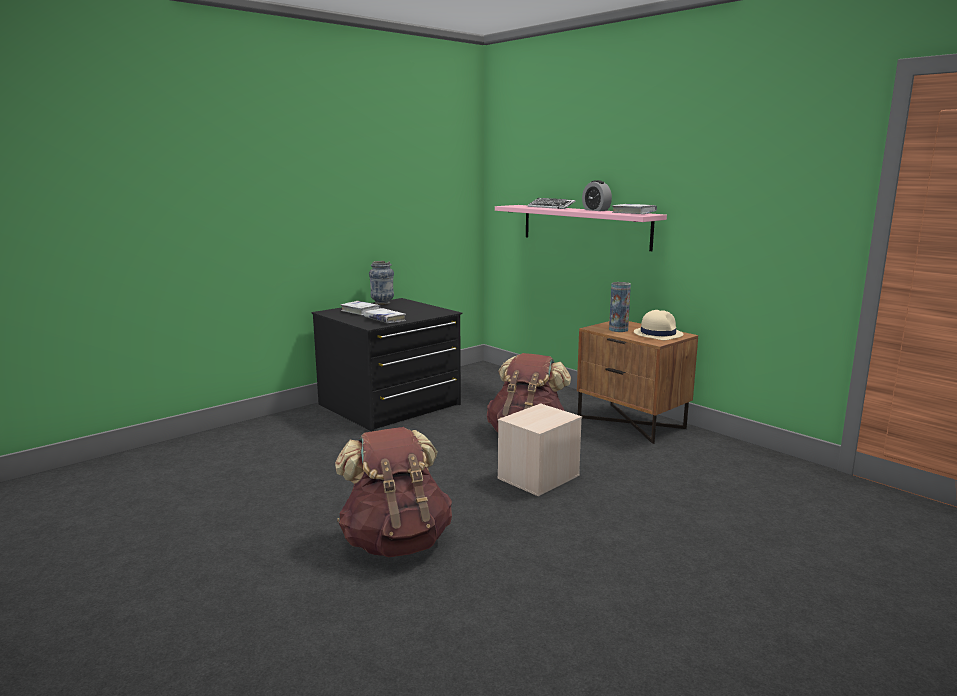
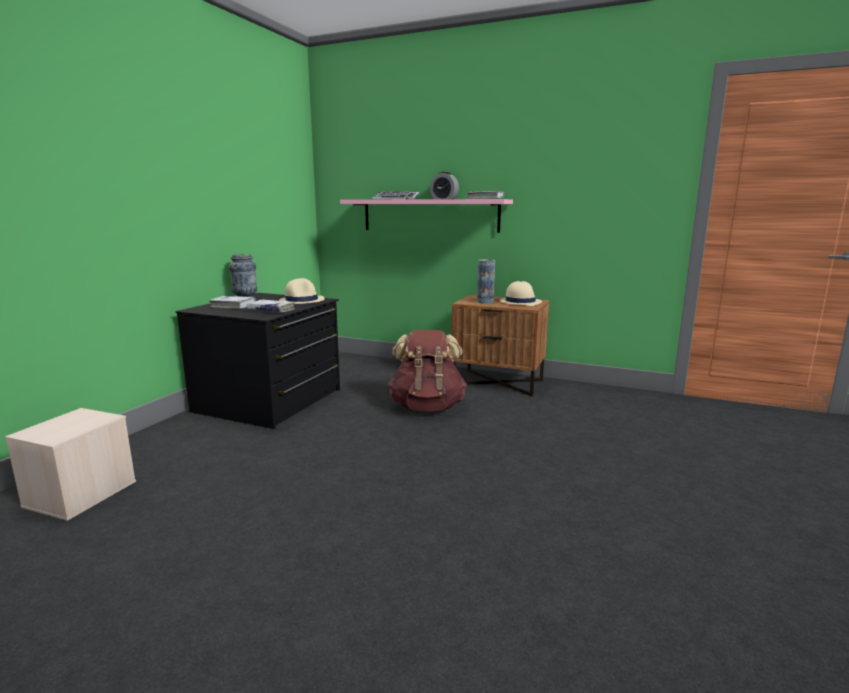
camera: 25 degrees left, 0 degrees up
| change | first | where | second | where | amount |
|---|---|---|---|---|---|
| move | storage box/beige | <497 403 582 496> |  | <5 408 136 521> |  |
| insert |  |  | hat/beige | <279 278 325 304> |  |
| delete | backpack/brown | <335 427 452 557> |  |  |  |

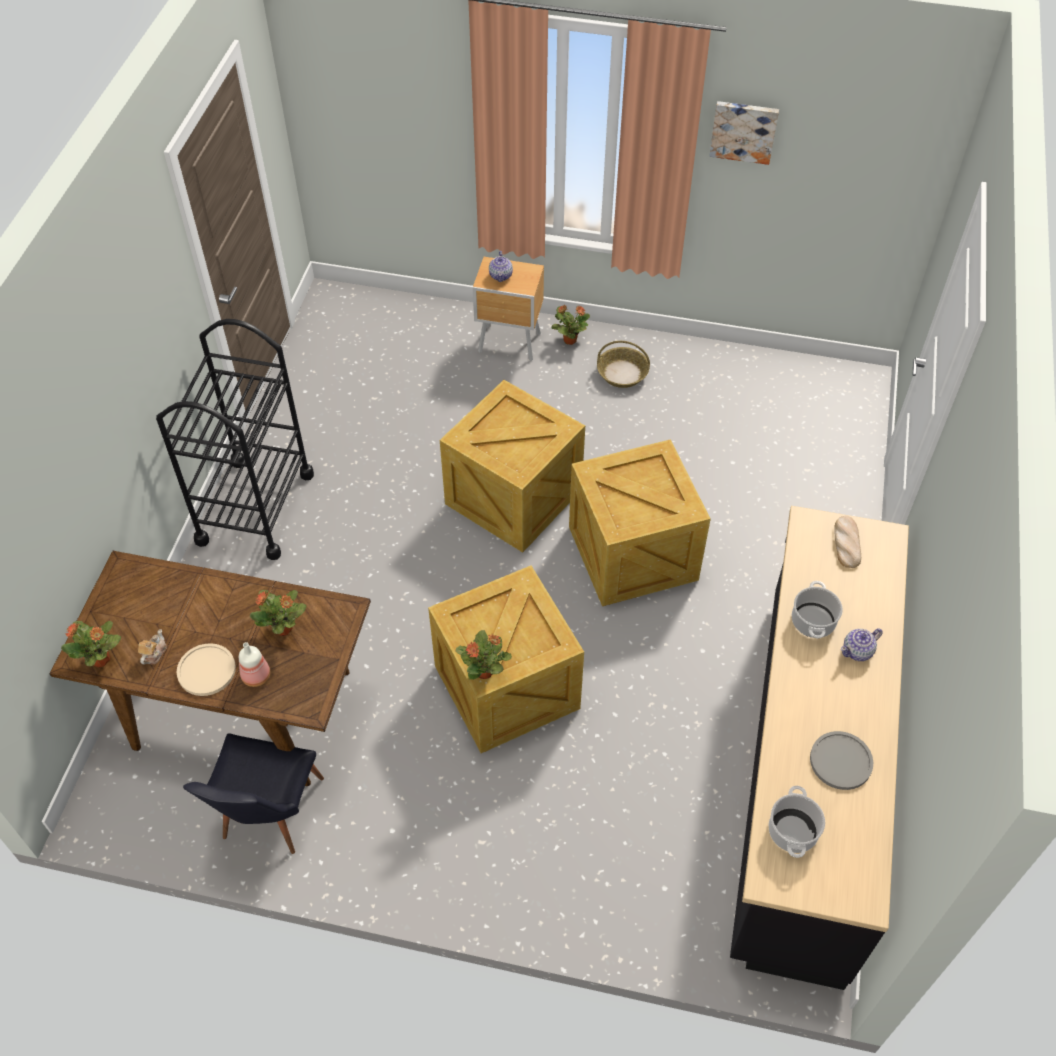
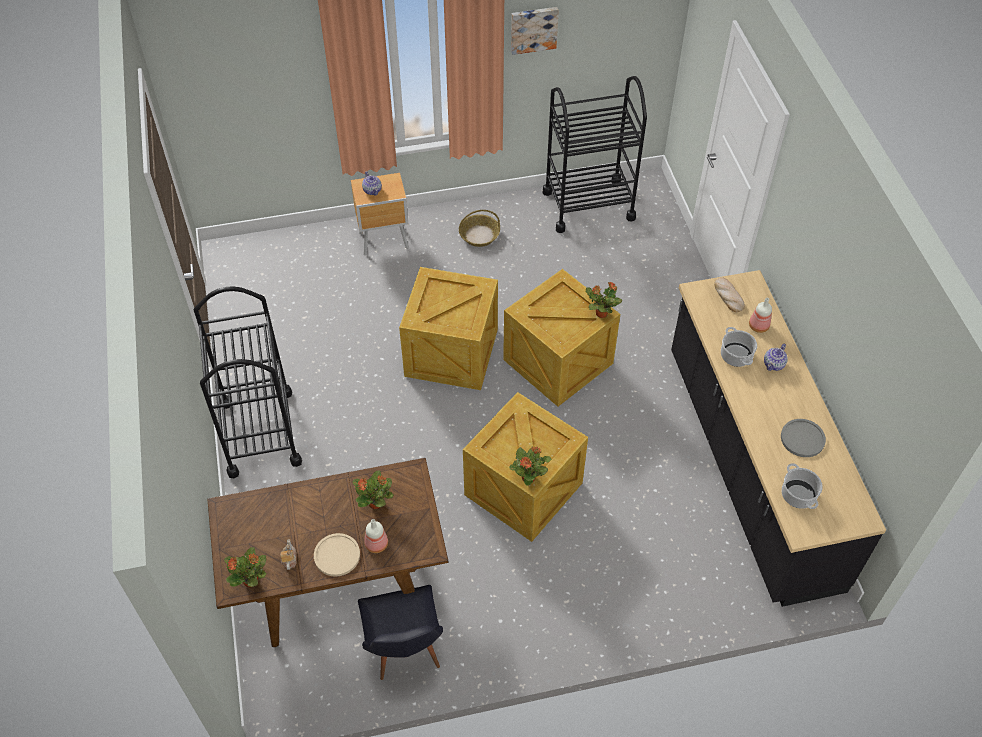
camera: 25 degrees left, 0 degrees up
| change | first | where | second | where | amount |
|---|---|---|---|---|---|
| insert |  |  | cart/black | <543 76 647 233> |  |
| move | potted plant | <551 305 590 345> |  | <586 282 623 318> |  |
| insert |  |  | bottle | <749 298 772 333> |  |

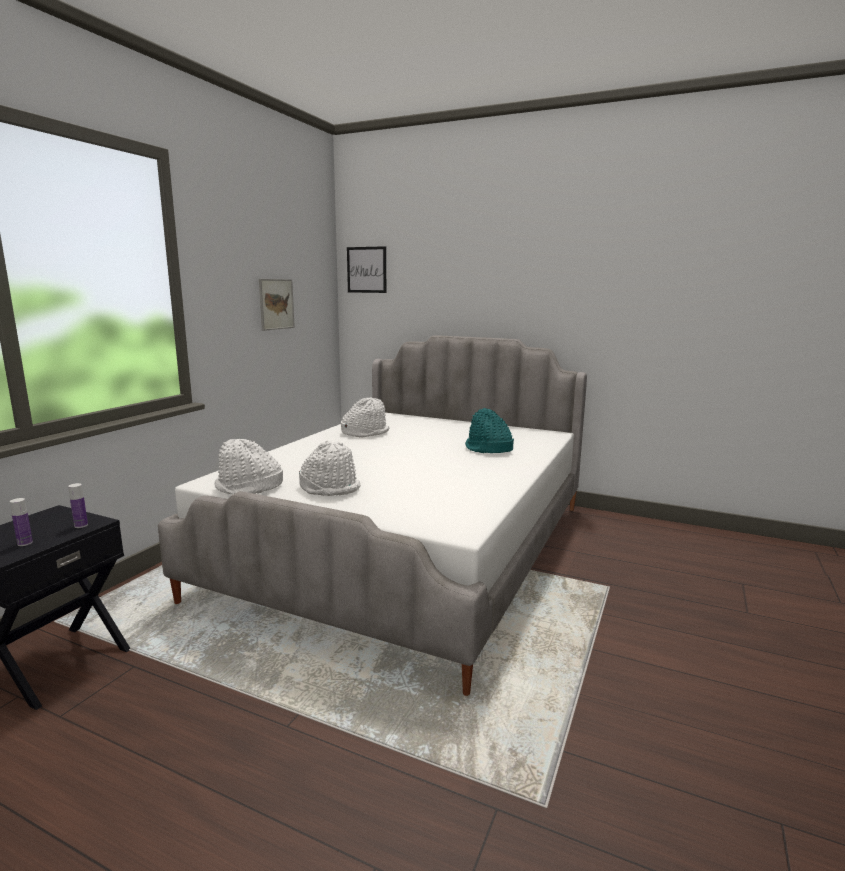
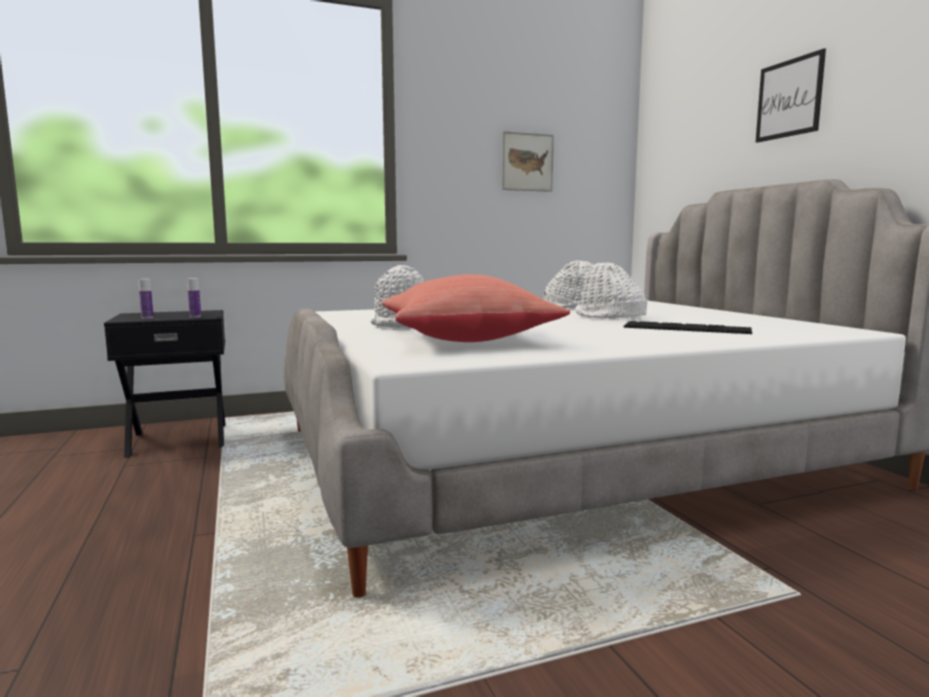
camera: 45 degrees right, 5 degrees down
| change | first | where | second | where | amount |
|---|---|---|---|---|---|
| insert |  |  | pillow/red | <382 274 570 342> |  |
| move | hat/white | <214 439 283 494> |  | <575 263 647 319> |  |
| replace | hat/turquoise | <465 408 514 453> | keyboard | <623 321 752 334> |  |
| move | picture | <347 246 386 293> |  | <756 48 826 143> |  |

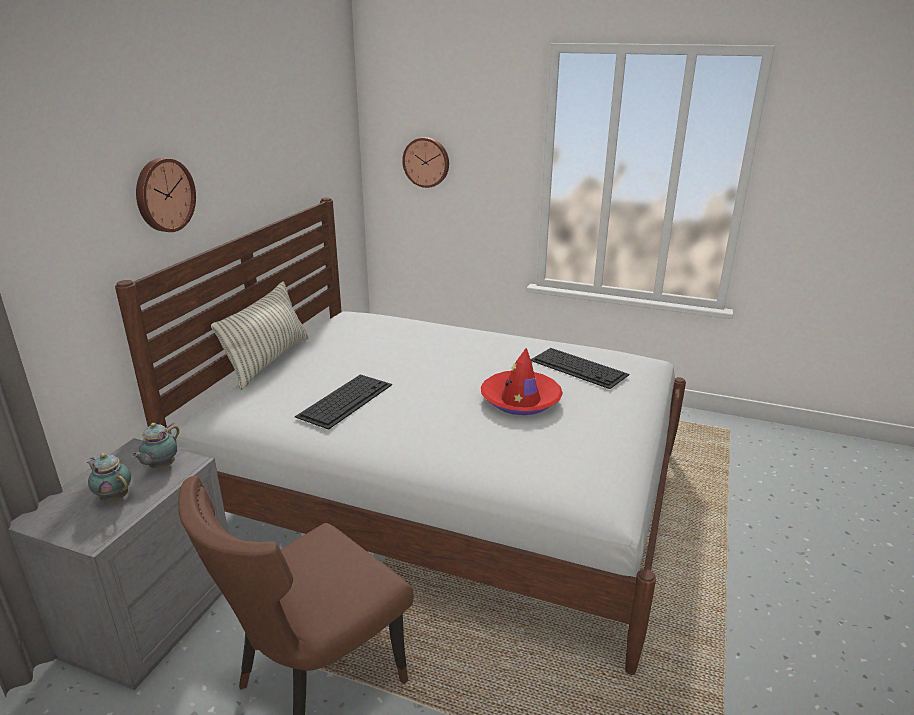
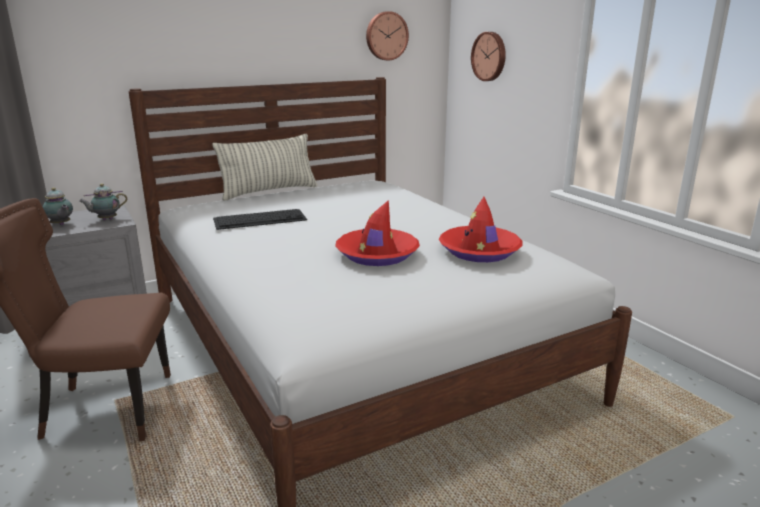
camera: 40 degrees right, 5 degrees down
| change | first | where | second | where | amount |
|---|---|---|---|---|---|
| rotate | teapot | <87 453 131 502> |  | <42 188 73 225> | 150 degrees clockwise |
| move | wall clock | <136 158 196 232> |  | <366 11 409 61> |  |
| replace | keyboard | <531 348 629 389> | hat/red | <439 197 523 262> |  |

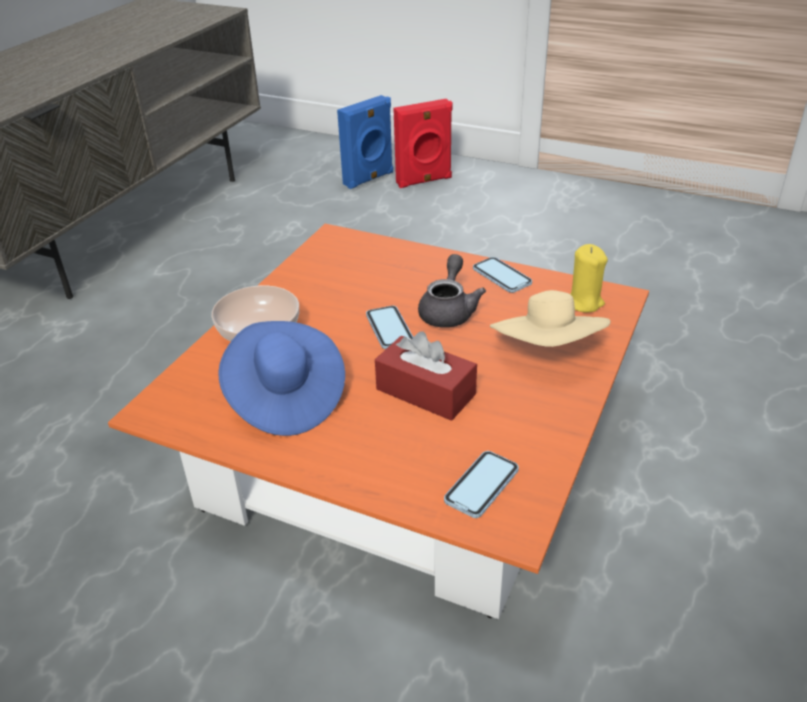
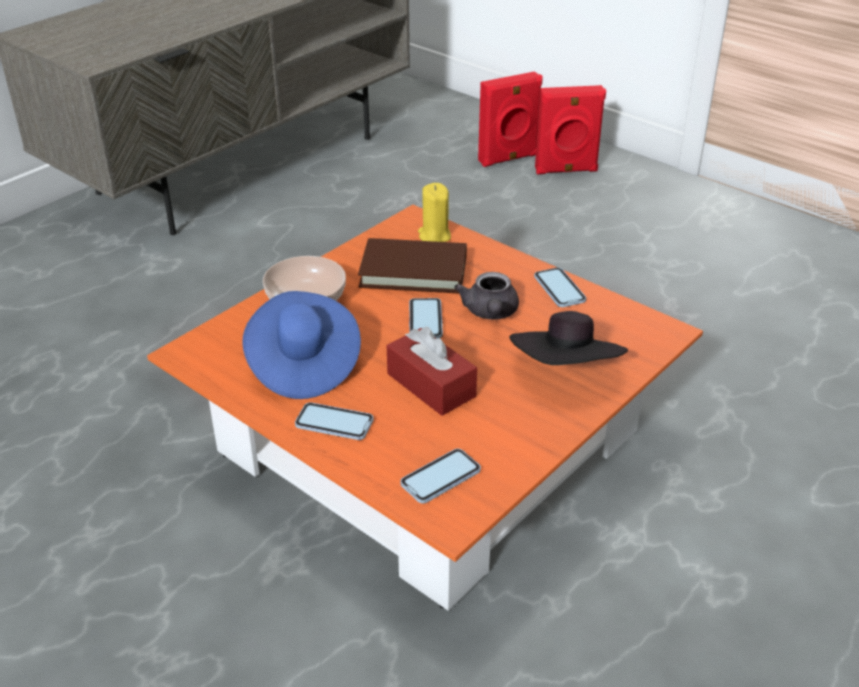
camera: 15 degrees right, 0 degrees up
| change | first | where | second | where | amount |
|---|---|---|---|---|---|
| insert |  |  | phone | <295 402 373 440> |  |
| insert |  |  | book/brown | <358 238 467 293> |  |
| move | candle/yellow | <570 244 608 312> |  | <418 183 451 242> |  |
| rotate | teapot/grey | <418 254 486 328> |  | <454 272 519 319> | 150 degrees clockwise |
| recolor | speaker/blue | <337 95 393 189> | speaker/red | <478 71 543 167> |  |
| recolor | hat/beige | <490 290 611 347> | hat/black | <509 311 628 365> |  |

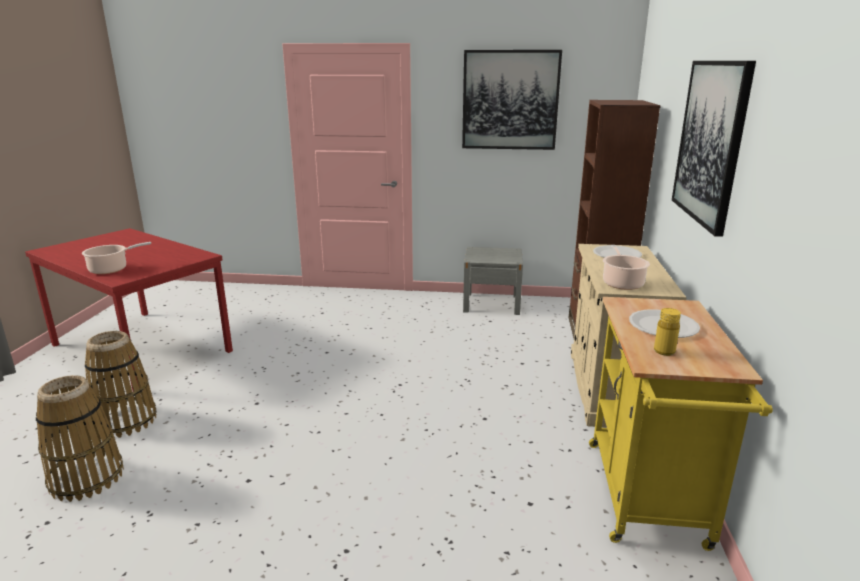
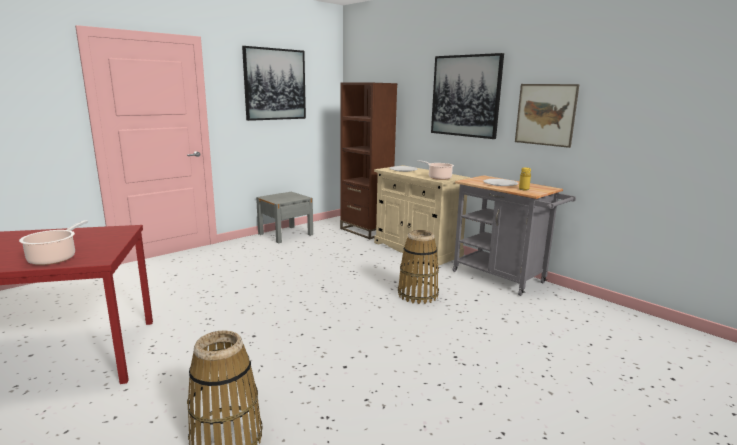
camera: 50 degrees left, 5 degrees down
| change | first | where | second | where | amount |
|---|---|---|---|---|---|
| move | basket | <85 331 157 438> |  | <398 230 439 304> |  |
| recolor | cart/yellow | <589 297 773 551> | cart/grey | <453 175 576 296> |  |
| insert |  |  | picture | <515 84 580 148> |  |

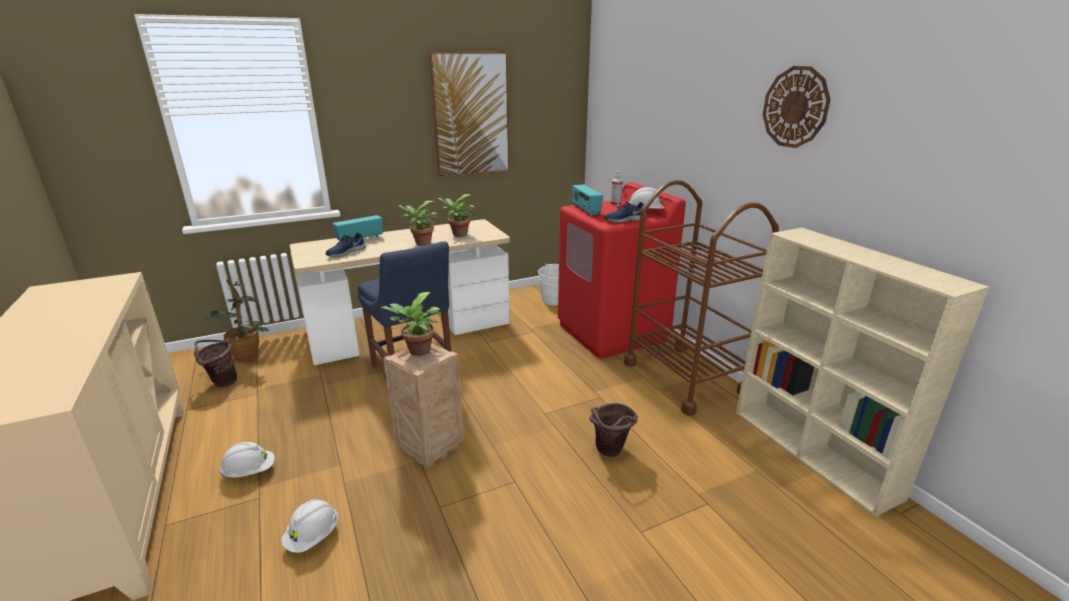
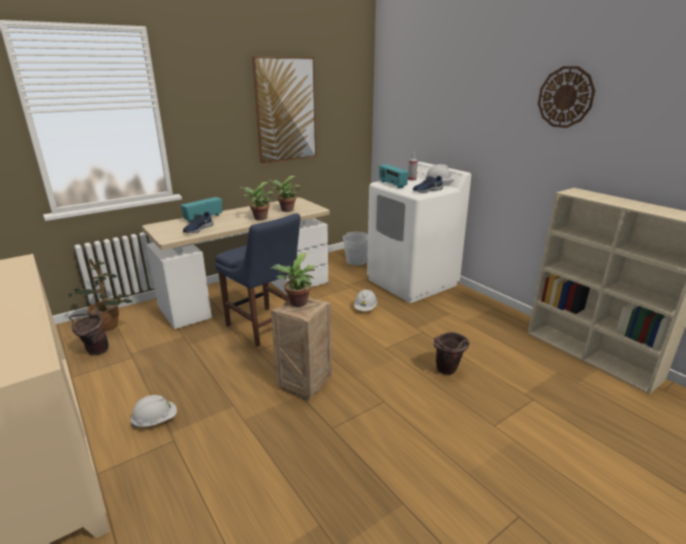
camera: 10 degrees left, 0 degrees up
| change | first | where | second | where | amount |
|---|---|---|---|---|---|
| move | hard hat/white | <281 499 338 553> |  | <354 289 377 311> |  |
| recolor | washing machine/red | <558 182 686 358> | washing machine/white | <367 162 471 303> |  |
| delete | cart/brown | <624 180 779 416> |  |  |  |

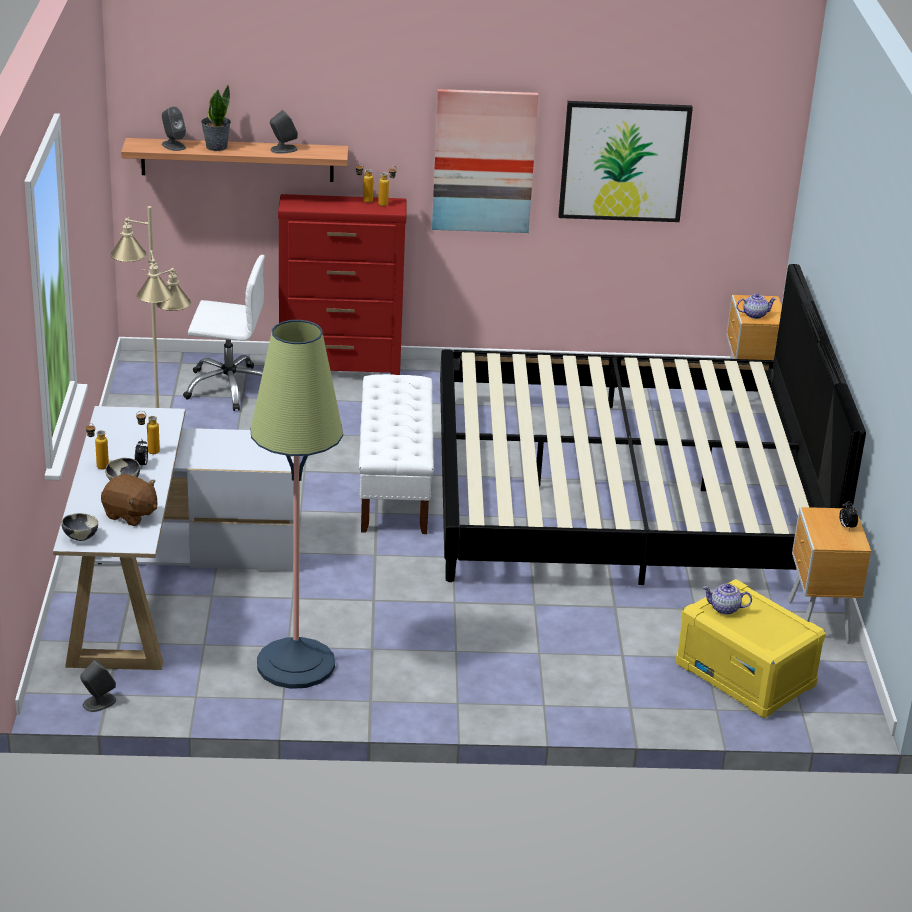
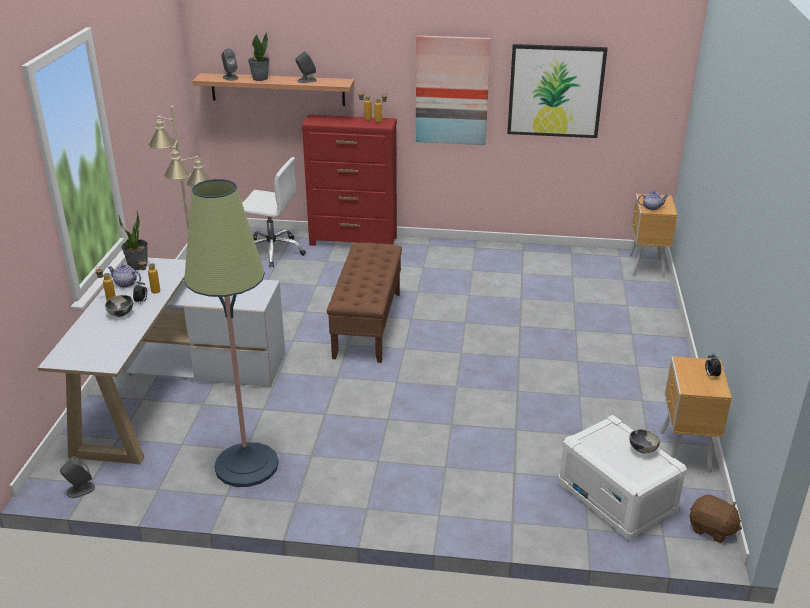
camera: 10 degrees right, 0 degrees up
| change | first | where | second | where | amount |
|---|---|---|---|---|---|
| move | teapot | <702 584 752 615> |  | <108 264 141 288> |  |
| insert |  |  | potted plant | <118 211 148 270> |  |
| recolor | bench/white | <359 374 434 534> | bench/brown | <327 243 402 363> |  |
| recolor | storage box/yellow | <676 579 826 718> | storage box/white | <558 415 687 540> |  |
| move | bowl | <61 513 98 541> |  | <629 429 660 454> |  |
| move | plush toy/brown | <101 474 157 526> |  | <690 494 742 543> |  |
| delete | bed | <440 264 866 585> |  |  |  |

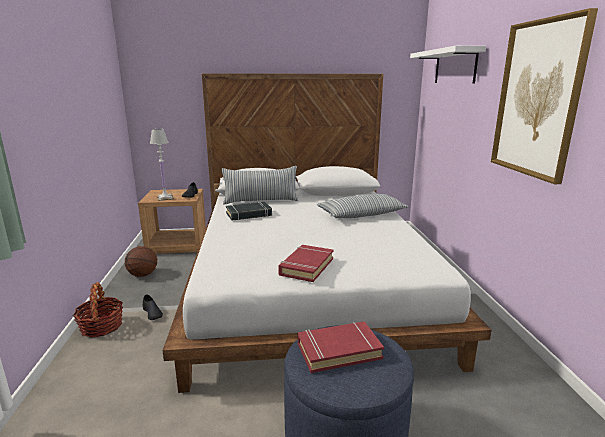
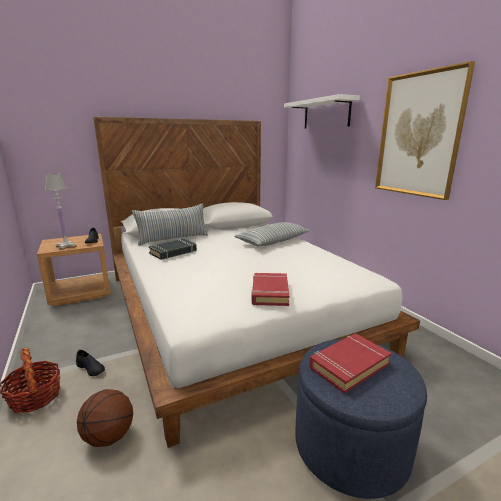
camera: 20 degrees left, 0 degrees up
| change | first | where | second | where | amount |
|---|---|---|---|---|---|
| move | basketball | <125 246 157 277> |  | <77 389 133 447> |  |

